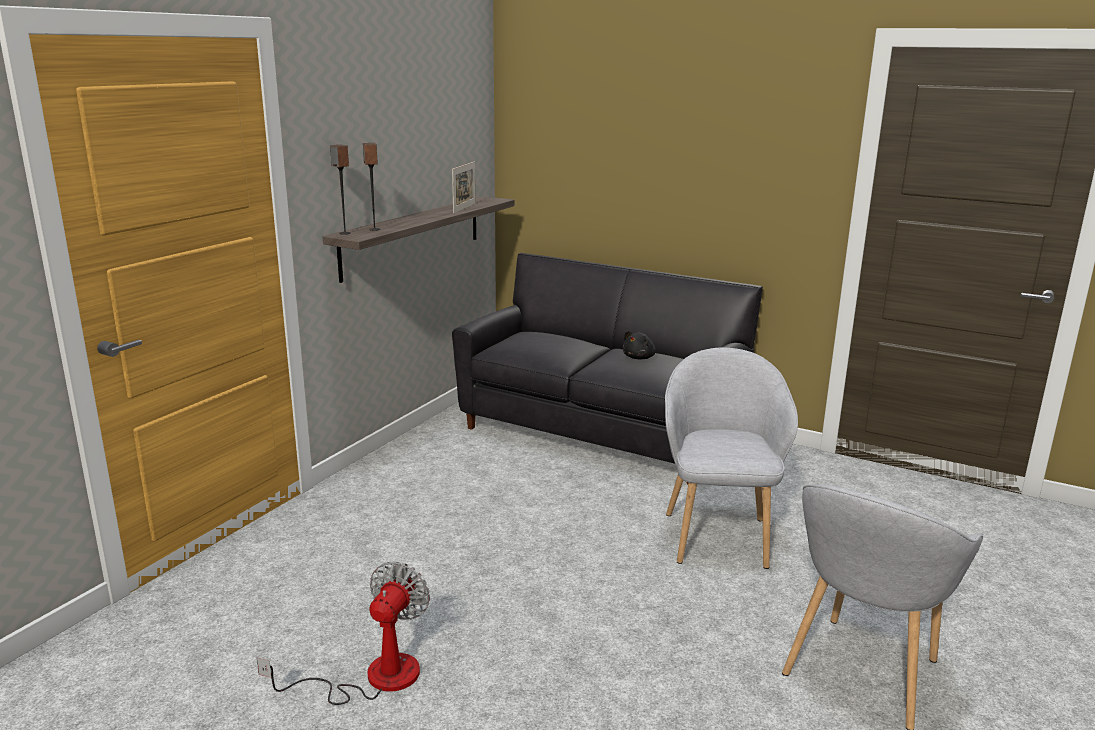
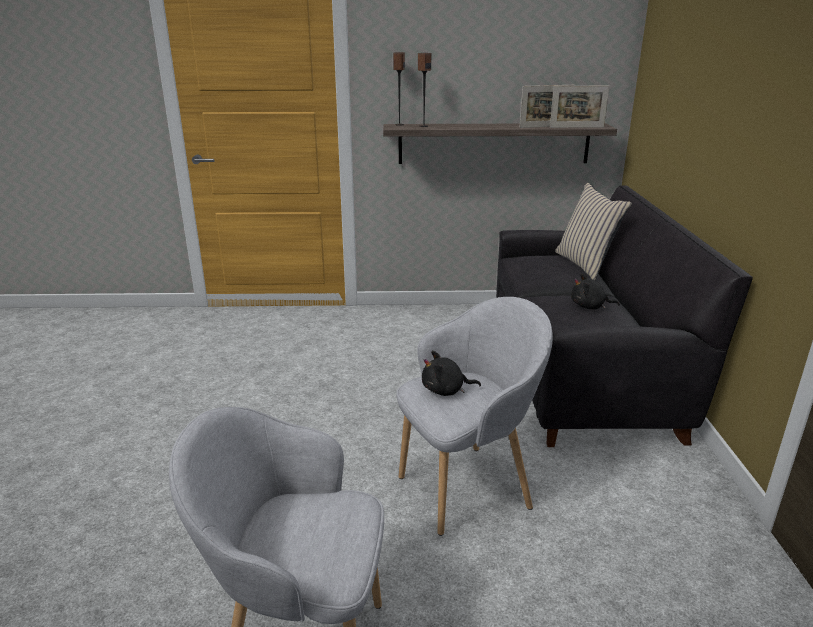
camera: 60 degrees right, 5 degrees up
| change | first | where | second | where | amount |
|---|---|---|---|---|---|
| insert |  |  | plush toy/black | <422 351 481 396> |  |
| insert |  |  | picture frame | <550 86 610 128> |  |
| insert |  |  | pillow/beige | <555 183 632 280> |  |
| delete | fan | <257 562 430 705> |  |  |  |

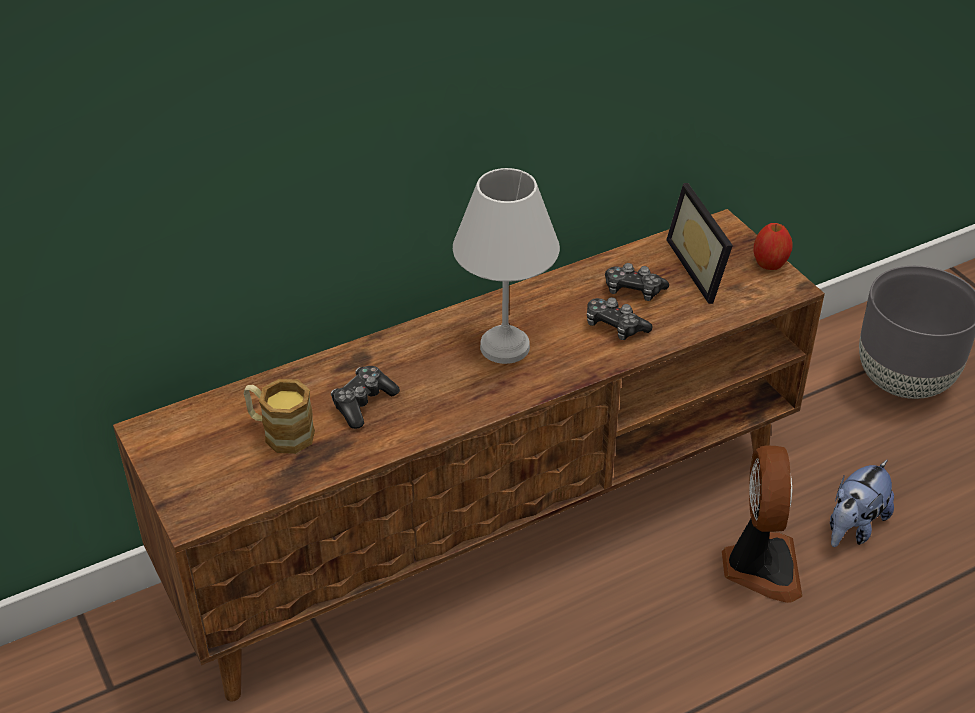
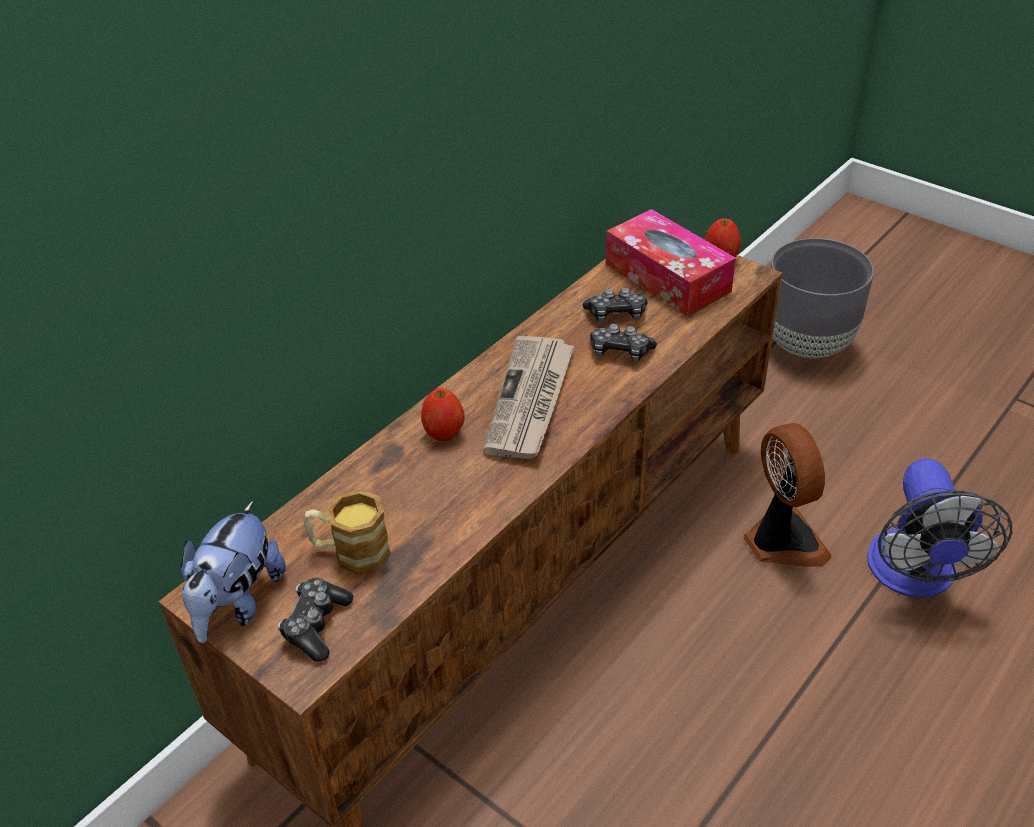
camera: 20 degrees left, 0 degrees up
| change | first | where | second | where | amount |
|---|---|---|---|---|---|
| move | plush toy | <830 459 894 547> |  | <181 500 286 643> |  |
| move | game controller | <331 366 400 429> |  | <278 578 353 662> |  |
| insert |  |  | apple | <421 388 465 441> |  |
| replace | table lamp/white | <453 168 560 364> | newspaper | <483 336 574 459> |  |
| replace | picture frame | <666 183 733 304> | tissue box | <606 209 736 317> |  |
| insert |  |  | fan | <867 458 1013 598> |  |

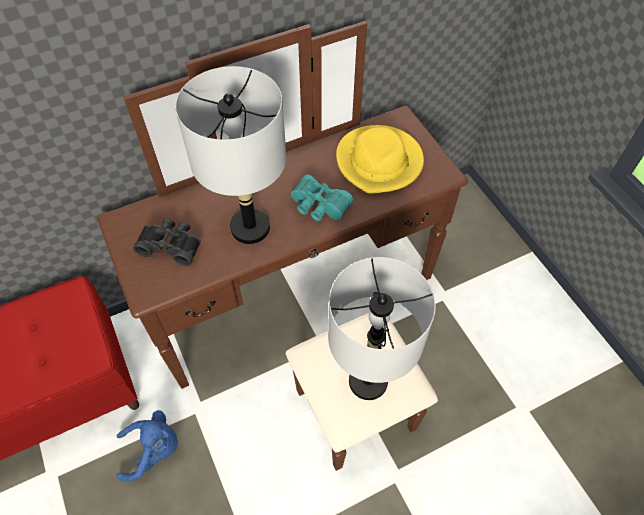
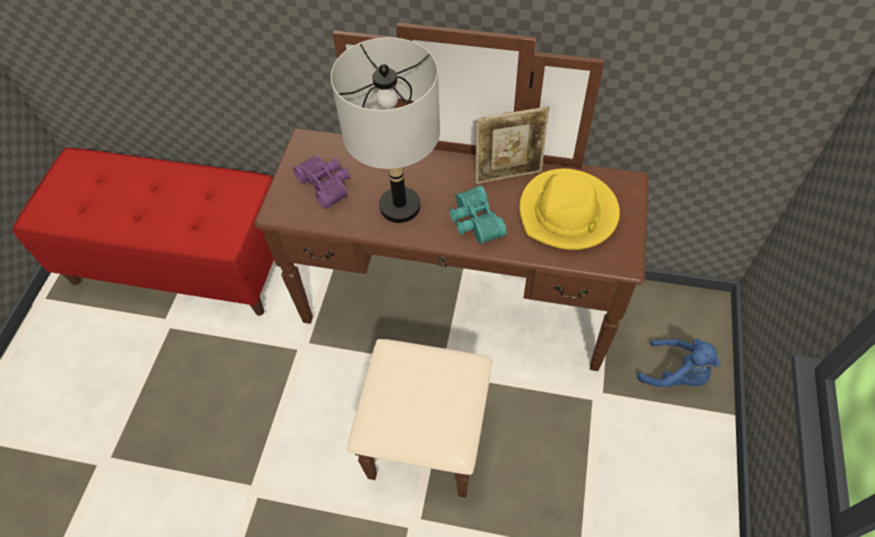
camera: 40 degrees right, 0 degrees up
| change | first | where | second | where | amount |
|---|---|---|---|---|---|
| recolor | binoculars/black | <133 218 201 266> | binoculars/purple | <293 155 350 209> |  |
| insert |  |  | picture frame | <475 106 550 184> |  |
| move | plush toy/blue | <116 410 178 481> |  | <637 339 720 387> |  |
| delete | table lamp/grey | <328 257 436 400> |  |  |  |

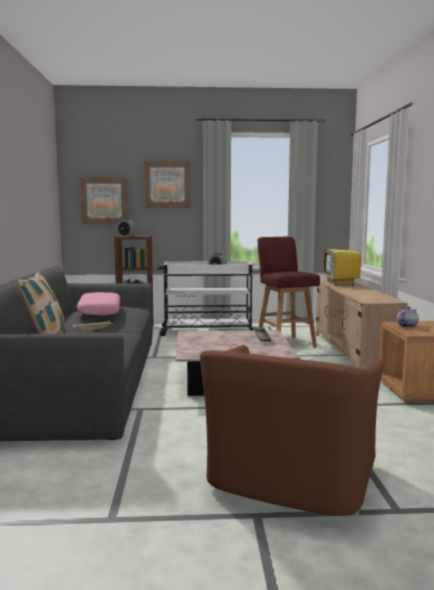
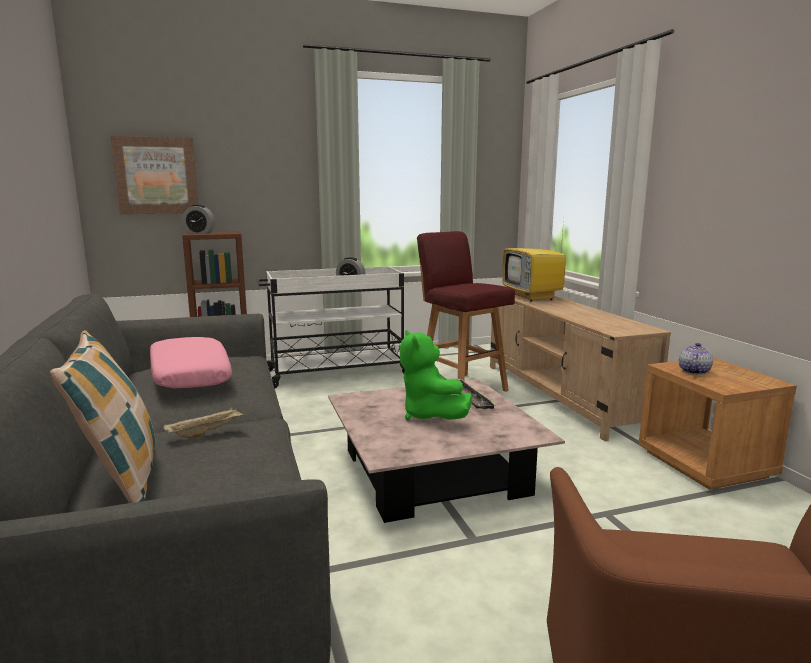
camera: 15 degrees left, 5 degrees up
| change | first | where | second | where | amount |
|---|---|---|---|---|---|
| insert |  |  | plush toy/green | <400 330 472 421> |  |
| delete | picture | <144 161 190 208> |  |  |  |

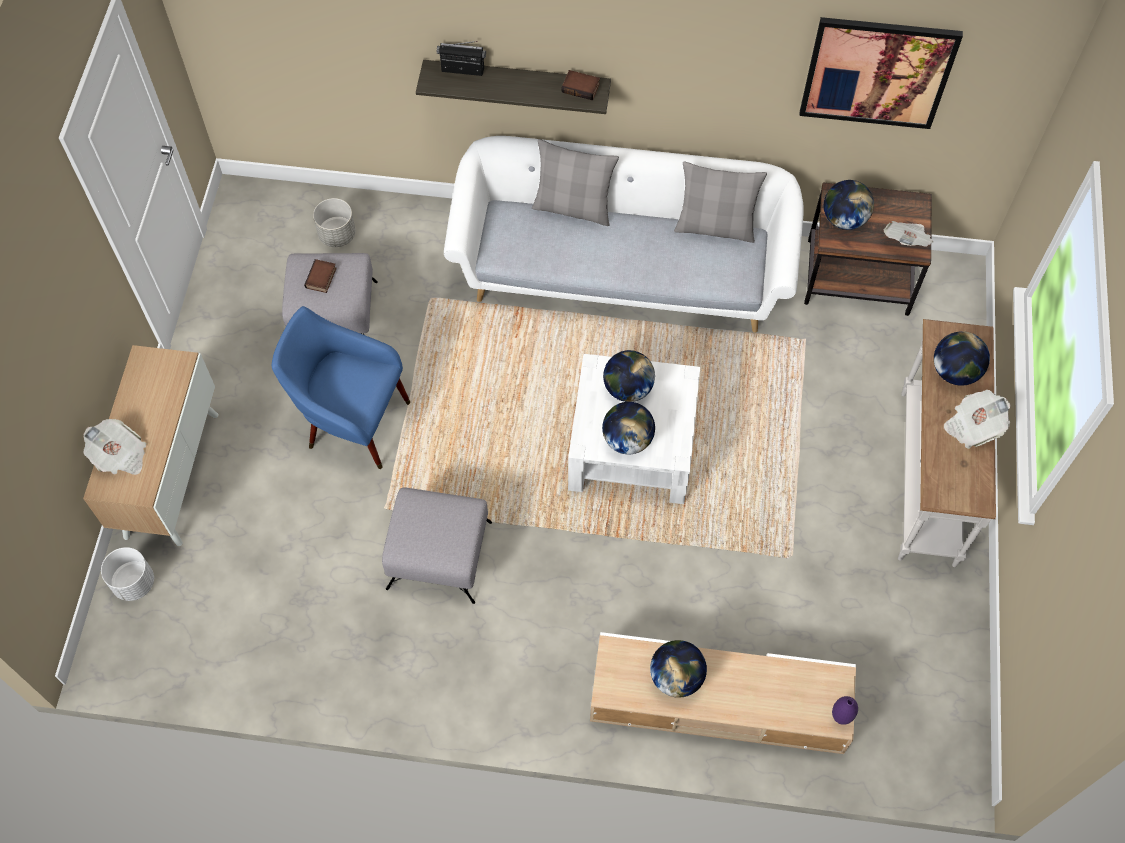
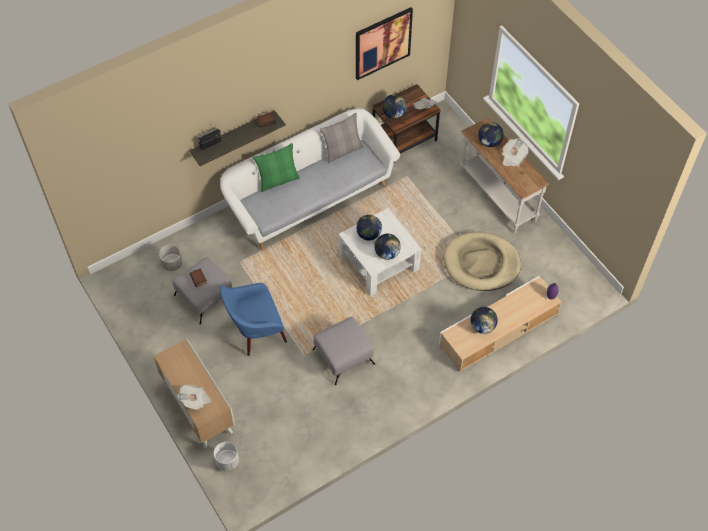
camera: 40 degrees left, 5 degrees down
| change | first | where | second | where | amount |
|---|---|---|---|---|---|
| recolor | pillow/grey | <532 139 619 226> | pillow/green | <253 143 300 192> |  |
| insert |  |  | dog bed/beige | <444 232 521 291> |  |

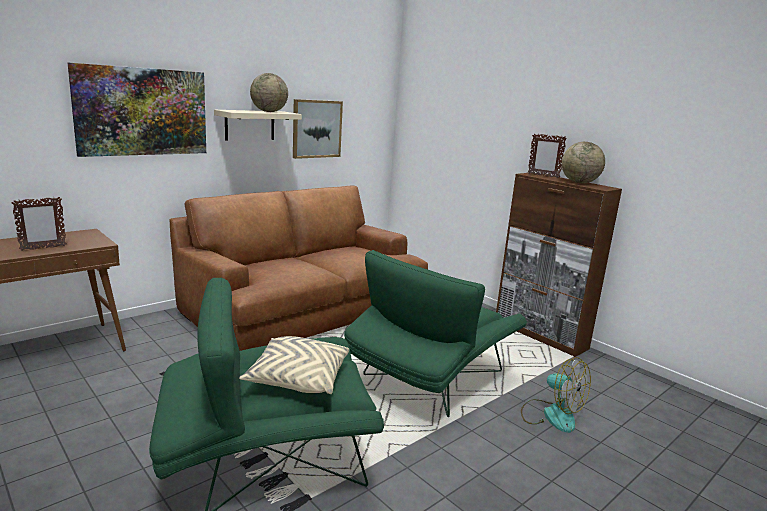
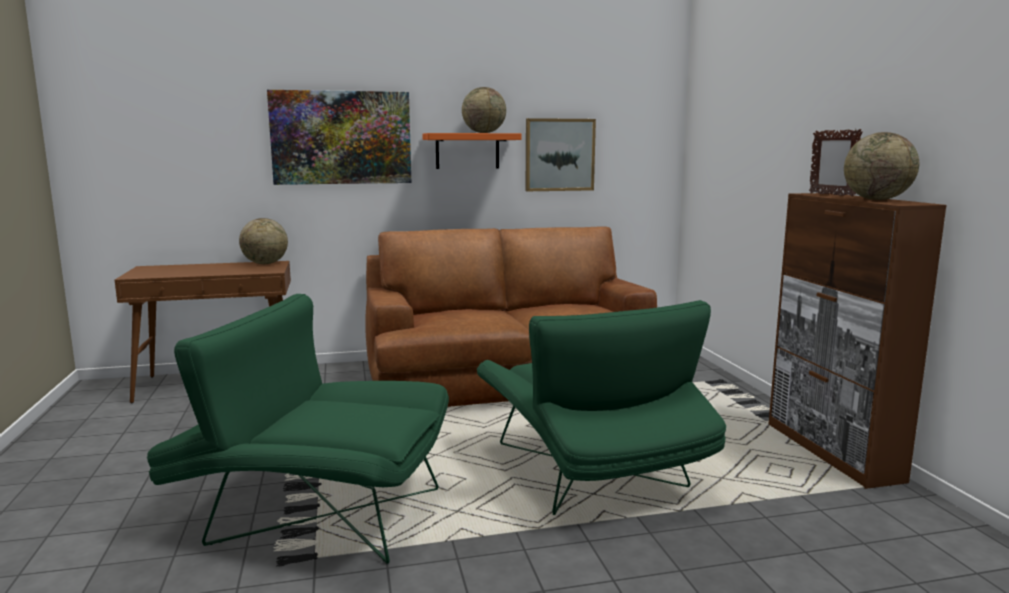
camera: 30 degrees right, 5 degrees down
| change | first | where | second | where | amount |
|---|---|---|---|---|---|
| insert |  |  | globe | <239 218 288 264> |  |
| recolor | shelf/beige | <214 110 302 141> | shelf/orange | <423 133 521 169> |  |
| rotate | armchair/green | <344 250 527 417> |  | <476 300 726 515> | 90 degrees counterclockwise |
| delete | picture frame | <11 197 66 251> |  |  |  |
| delete | pillow/beige | <239 336 349 394> |  |  |  |
| delete | fan | <521 357 591 433> |  |  |  |

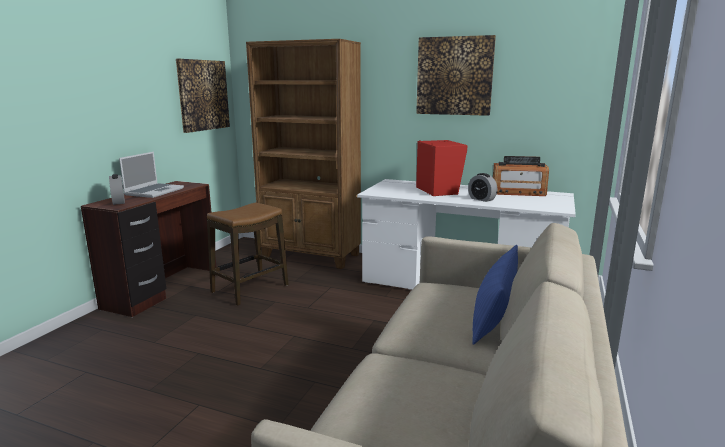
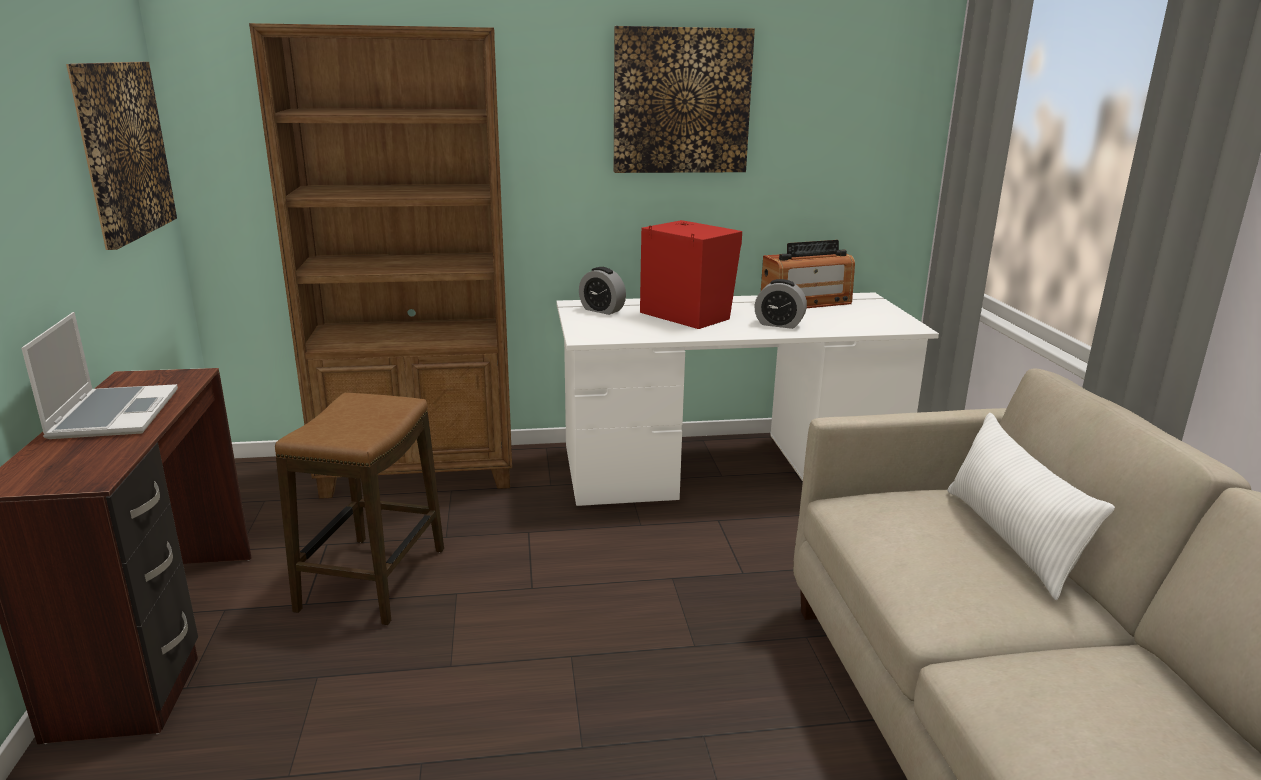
camera: 30 degrees left, 5 degrees up
| change | first | where | second | where | amount |
|---|---|---|---|---|---|
| move | alarm clock | <109 174 125 205> |  | <579 267 626 315> |  |
| recolor | pillow/blue | <472 245 518 345> | pillow/white | <947 413 1115 600> |  |

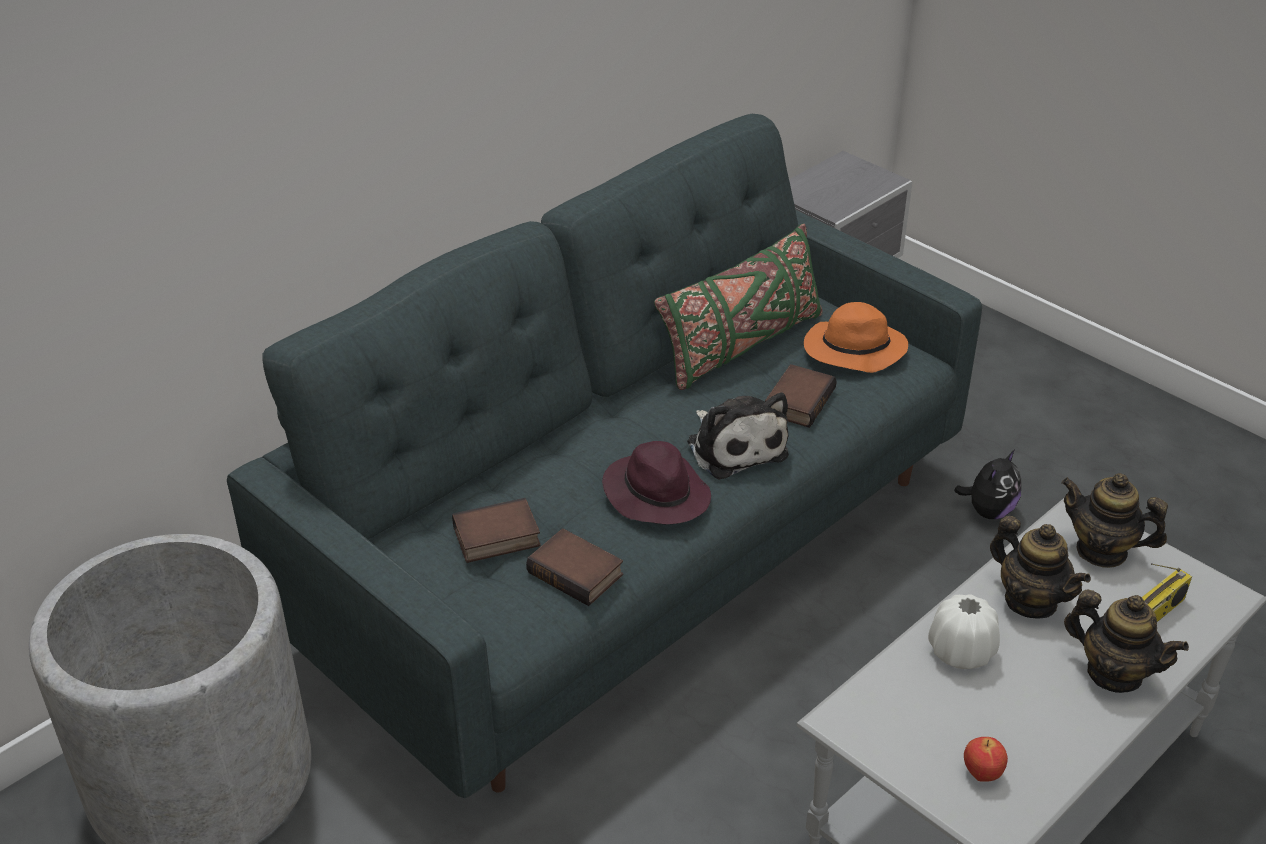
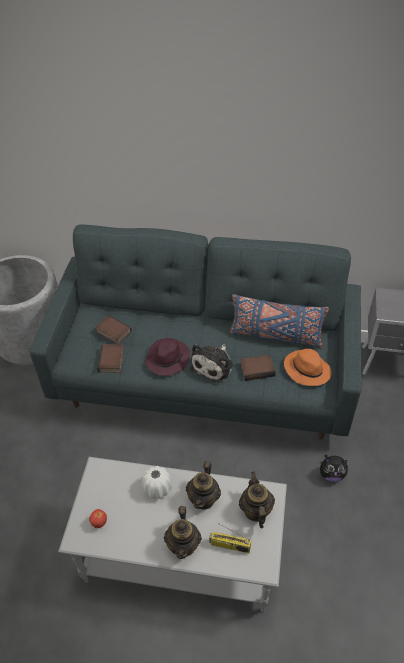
camera: 55 degrees right, 10 degrees up
| change | first | where | second | where | amount |
|---|---|---|---|---|---|
| recolor | pillow/green | <654 224 823 390> | pillow/blue | <230 294 329 348> |  |

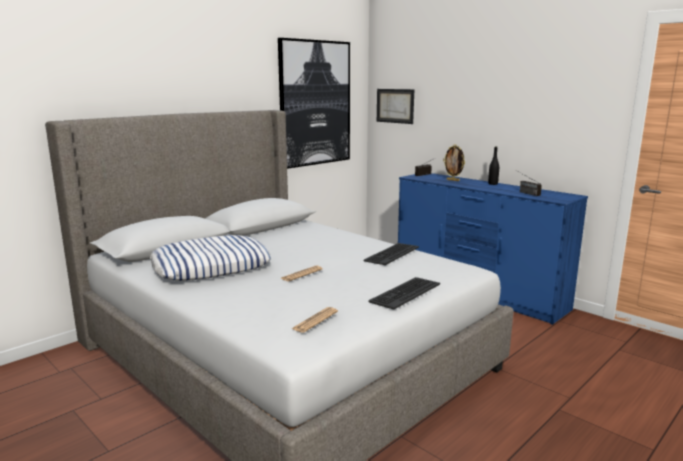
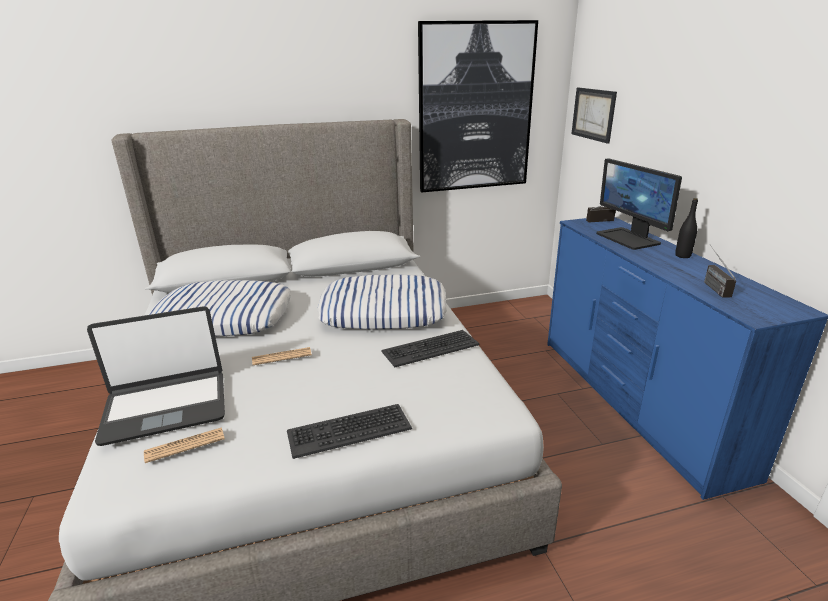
camera: 30 degrees right, 10 degrees up
| change | first | where | second | where | amount |
|---|---|---|---|---|---|
| insert |  |  | laptop | <87 306 225 446> |  |
| insert |  |  | pillow | <318 275 447 330> |  |
| replace | picture frame | <443 144 465 181> | monitor | <596 158 682 250> |  |

